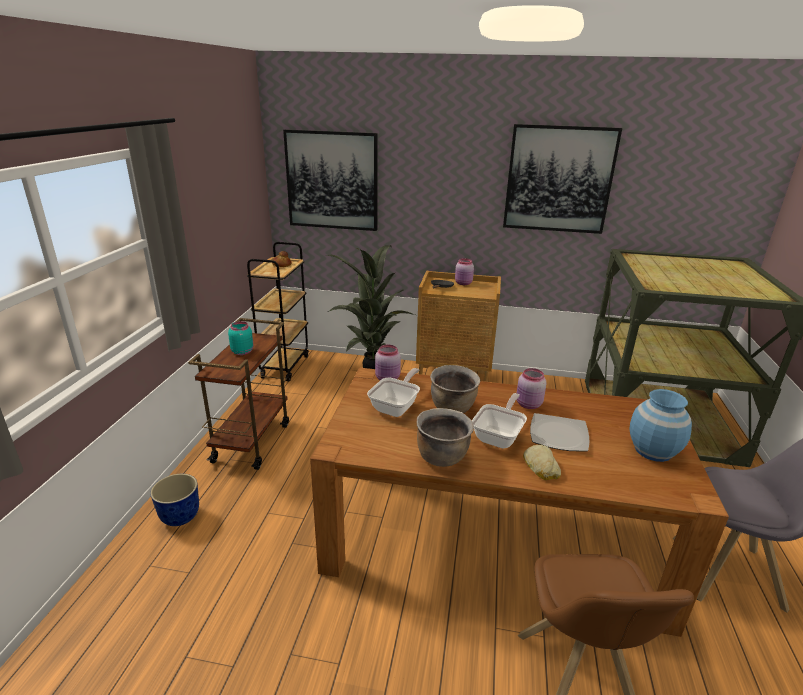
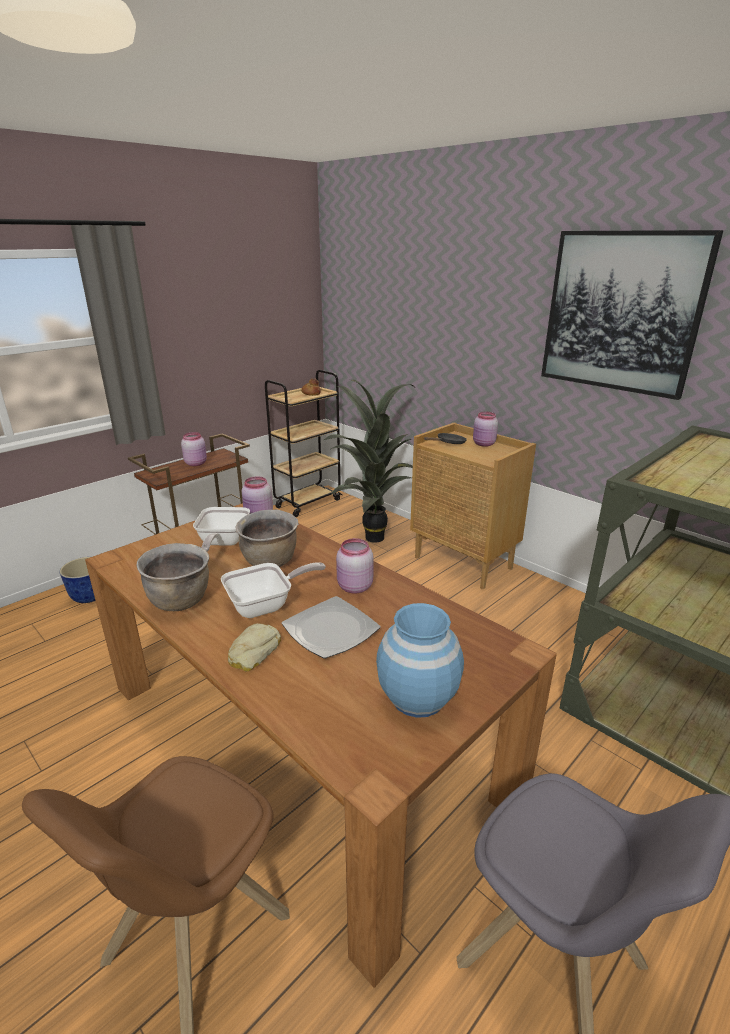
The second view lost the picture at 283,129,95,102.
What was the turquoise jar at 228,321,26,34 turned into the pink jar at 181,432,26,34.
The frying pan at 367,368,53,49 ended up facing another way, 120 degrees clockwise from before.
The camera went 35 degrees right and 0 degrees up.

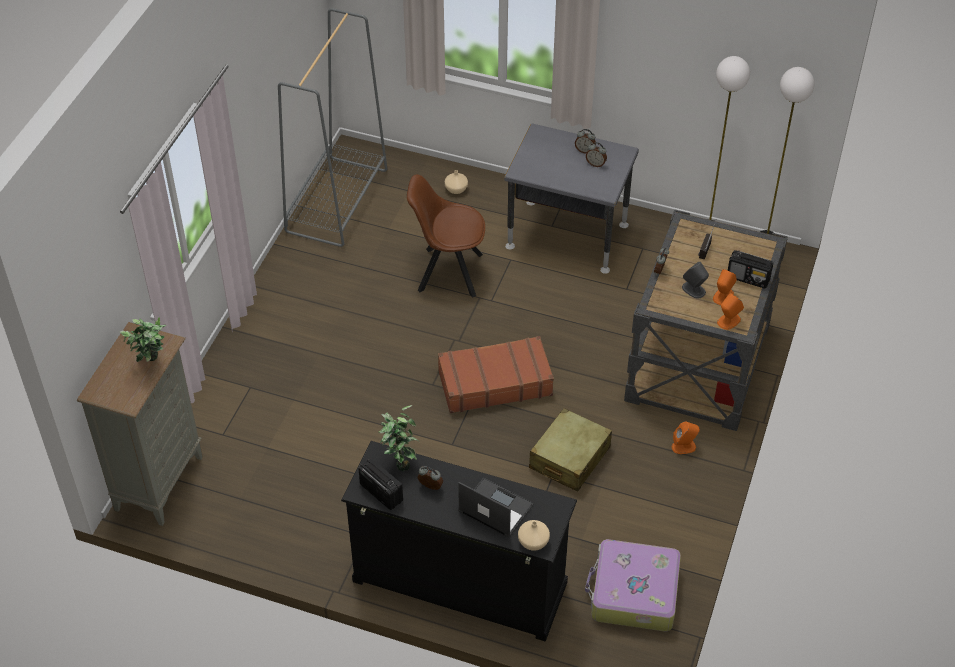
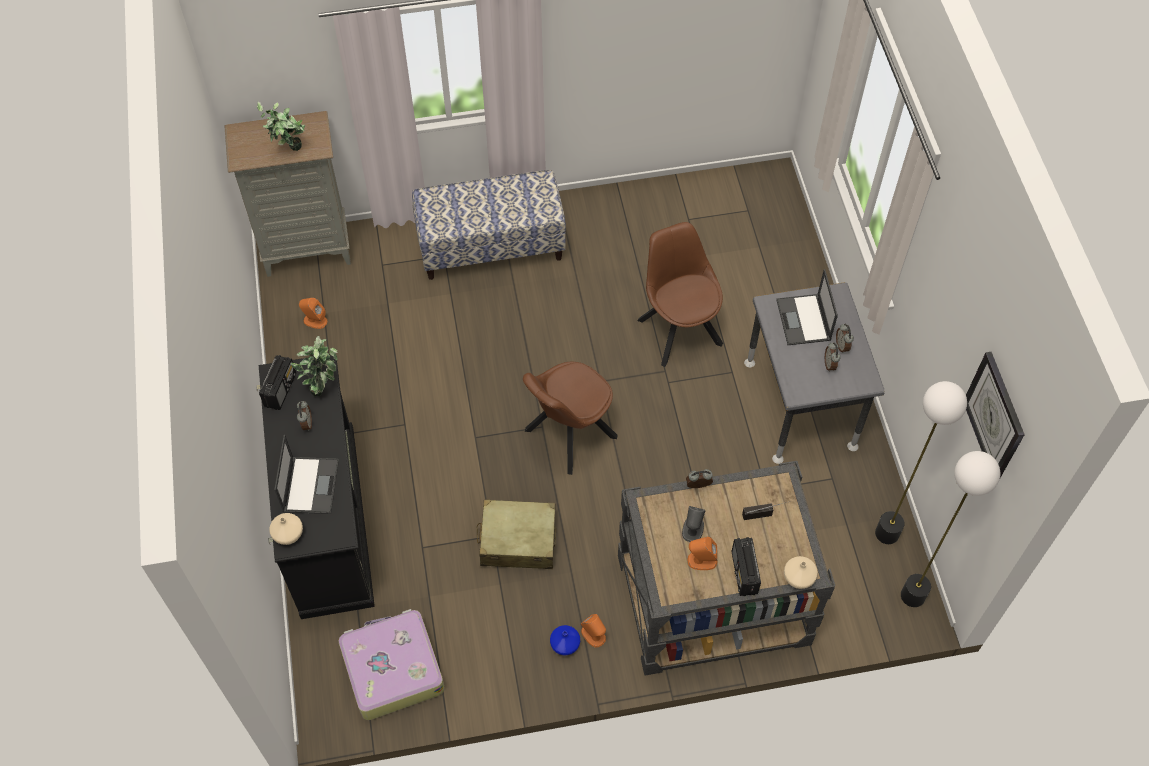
The second view lost the grey clothes rack at 278,8,109,239.
The second view gained the bench at 412,170,154,110.
The second view gained the blue vase at 550,625,30,30.
The second view gained the laptop at 776,269,62,76.
The second view gained the wall clock at 966,352,59,126.
The beige vase ended up elsewhere, having gone from 445,170,23,24 to 784,556,34,33.
The orange speaker ended up elsewhere, having gone from 717,293,27,37 to 299,298,28,31.
Where the brown suitcase stood at 438,336,116,77, the brown chair came to stand at 523,362,95,113.
The camera went 60 degrees right and 10 degrees up.

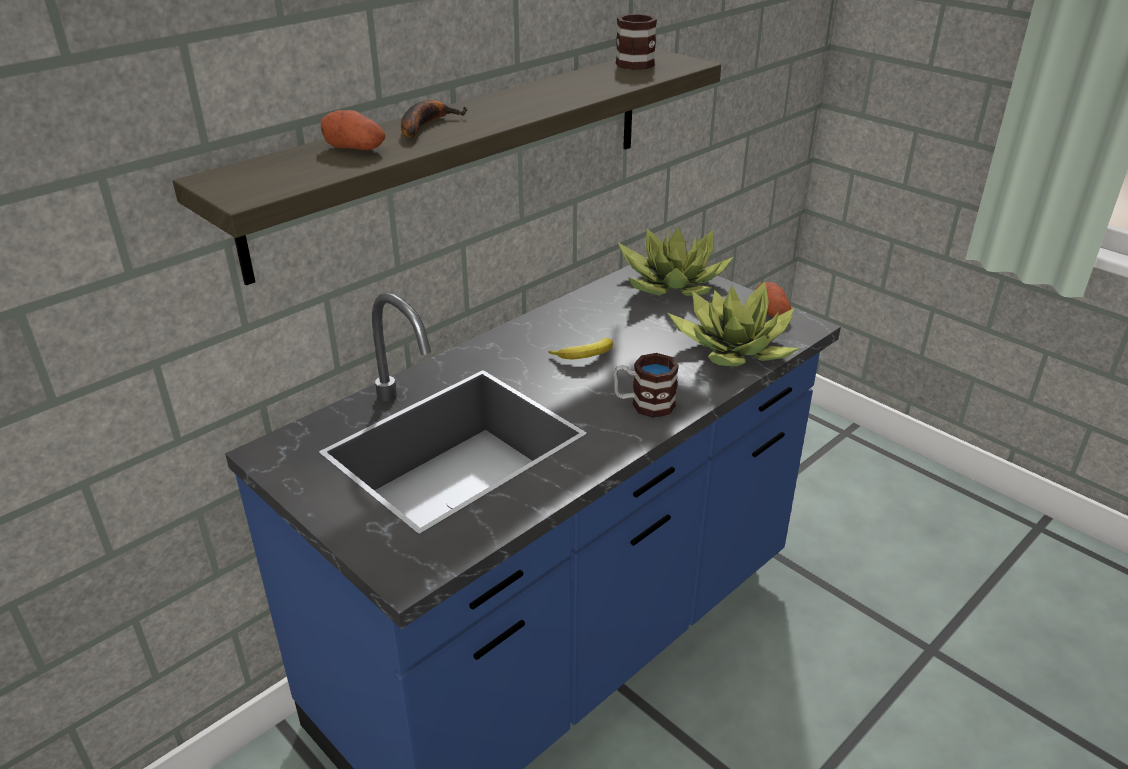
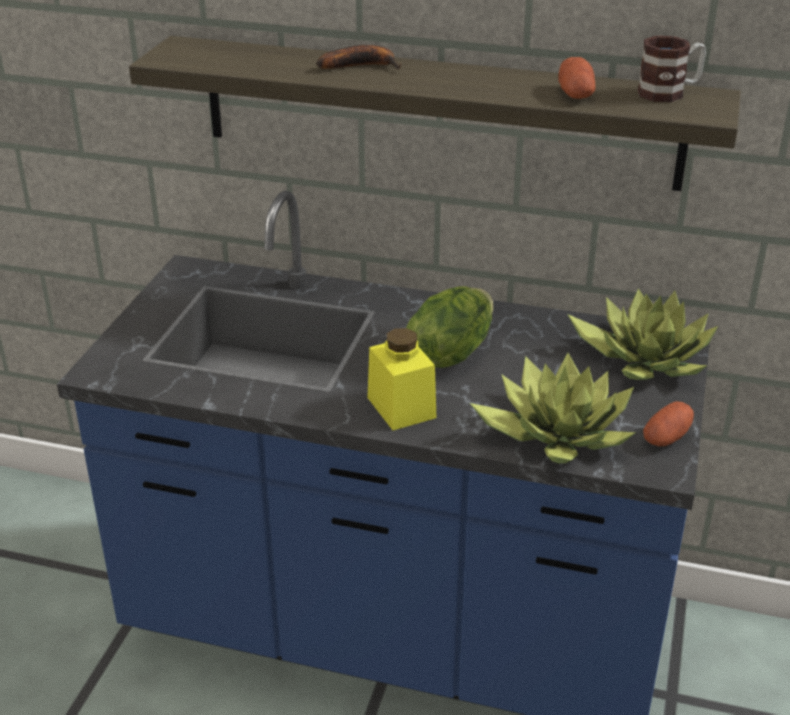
The potato ended up elsewhere, having gone from 321,110,64,40 to 559,57,36,42.
Where the banana stood at 548,338,65,21, the lettuce came to stand at 406,286,87,82.
Where the mug stood at 614,353,65,65, the yellow jar came to stand at 367,328,69,102.
The camera went 60 degrees right and 0 degrees up.

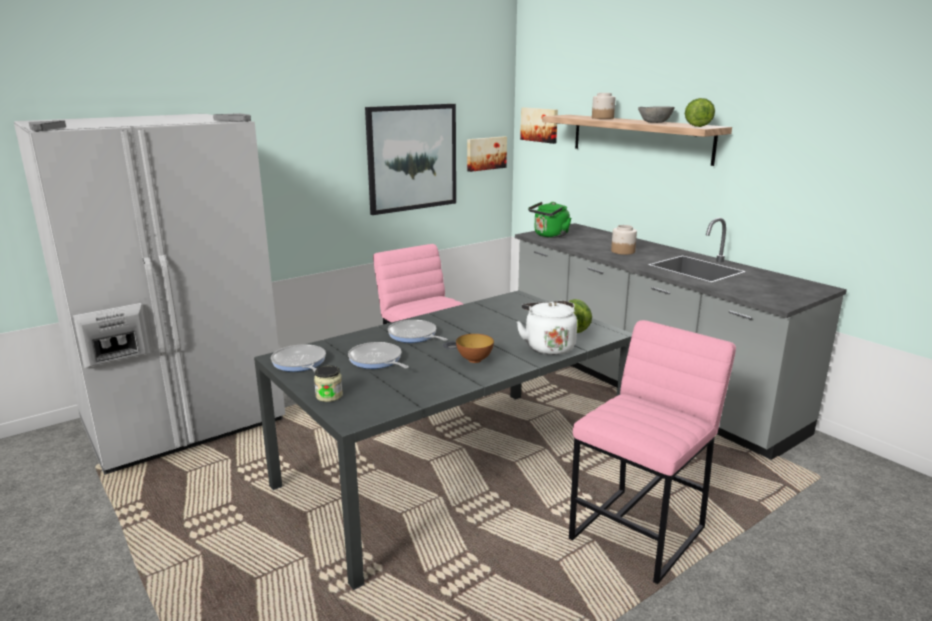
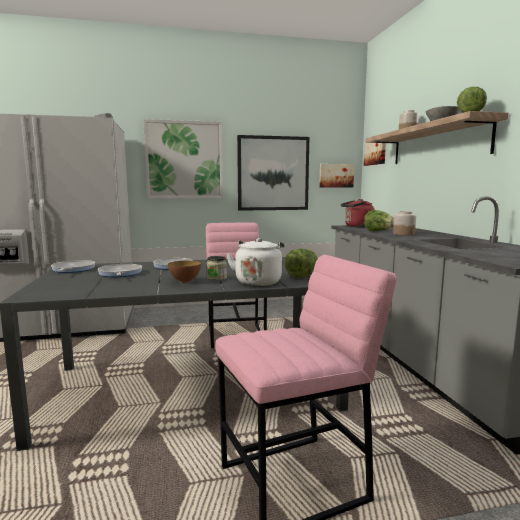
The second view gained the picture at 143,119,80,80.
The second view gained the lettuce at 364,210,30,21.
The jar ended up elsewhere, having gone from 314,365,29,37 to 207,256,20,24.
What was the green kettle at 528,202,43,36 turned into the red kettle at 341,199,33,28.
The camera went 25 degrees right and 10 degrees down.

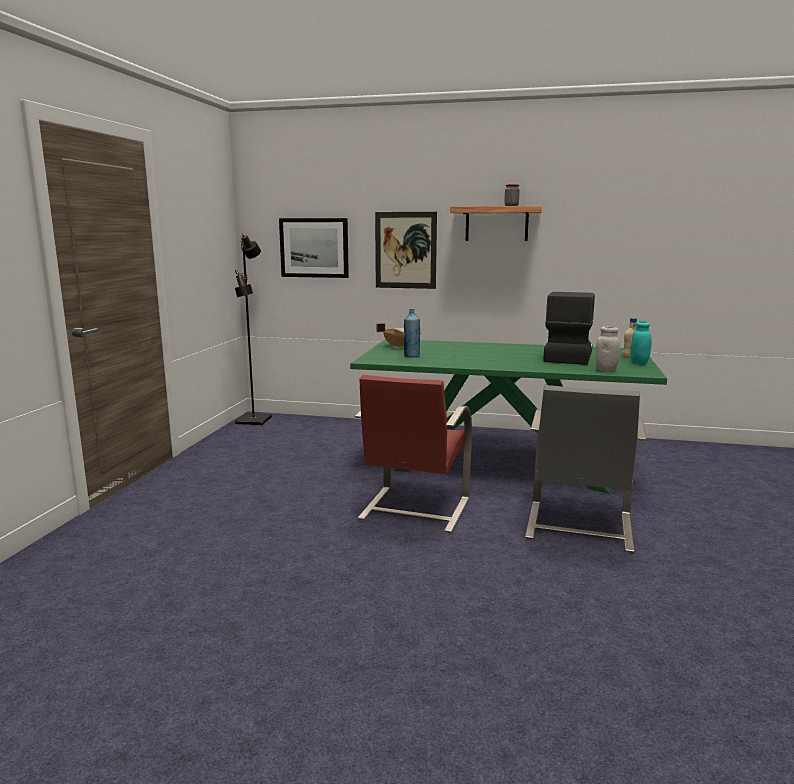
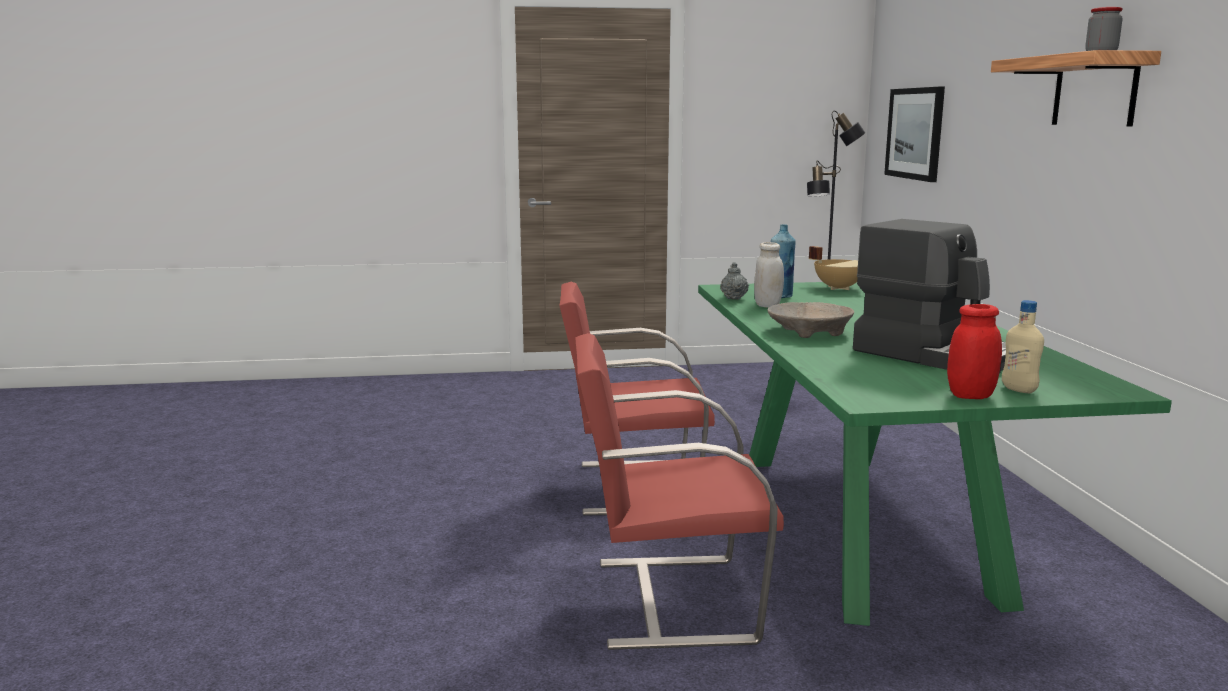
The second view lost the picture at 375,212,62,77.
The second view gained the grey teapot at 720,262,29,38.
The second view gained the beige bowl at 768,302,86,36.
The white jar ended up elsewhere, having gone from 595,326,25,46 to 754,242,30,66.
What was the grey chair at 525,385,121,168 turned into the red chair at 575,333,209,317.
What was the turquoise jar at 630,321,22,43 turned into the red jar at 947,304,55,95.
The coffee machine at 543,292,52,73 ended up facing another way, 45 degrees clockwise from before.
The camera went 70 degrees right and 0 degrees up.

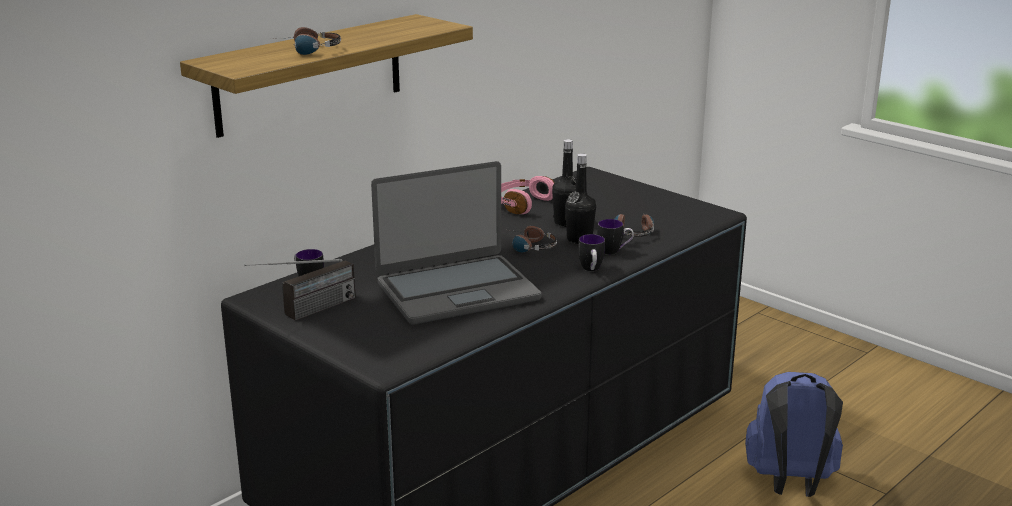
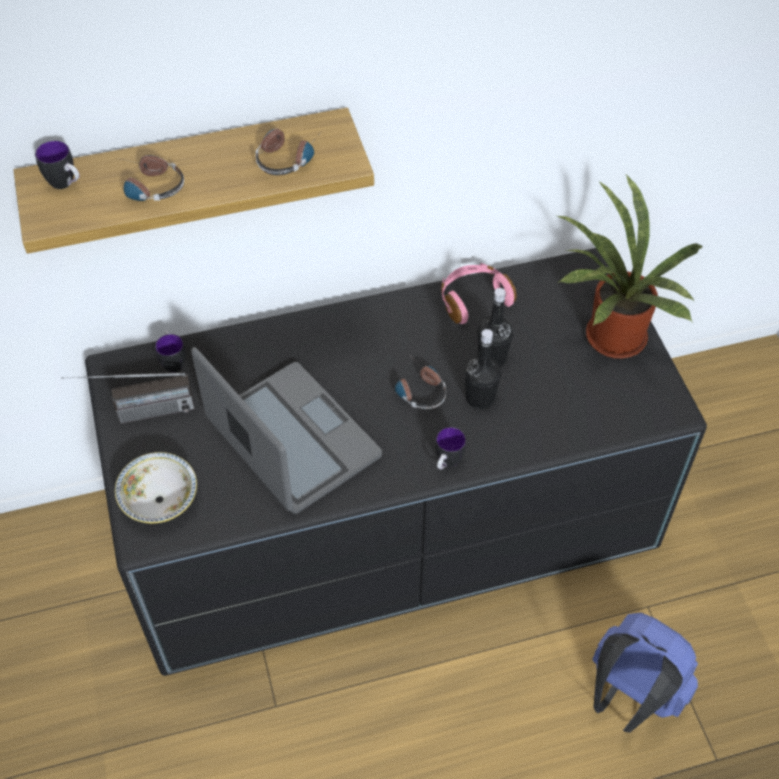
The second view gained the bowl at 115,452,82,71.
The second view gained the potted plant at 557,174,146,185.
The mug ended up elsewhere, having gone from 597,219,37,36 to 35,141,44,48.
The headphones ended up elsewhere, having gone from 615,213,39,24 to 256,129,62,46.
The laptop at 371,161,170,164 ended up facing another way, 135 degrees counterclockwise from before.
The camera went 30 degrees right and 30 degrees up.

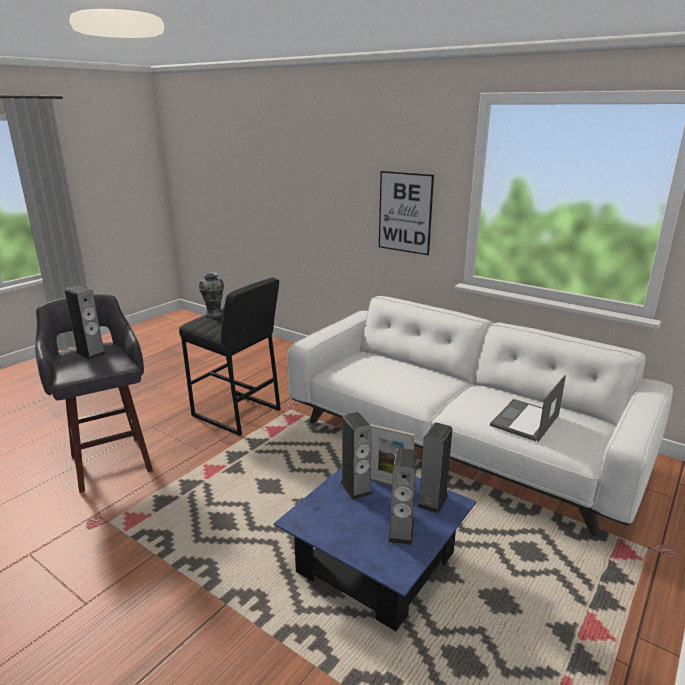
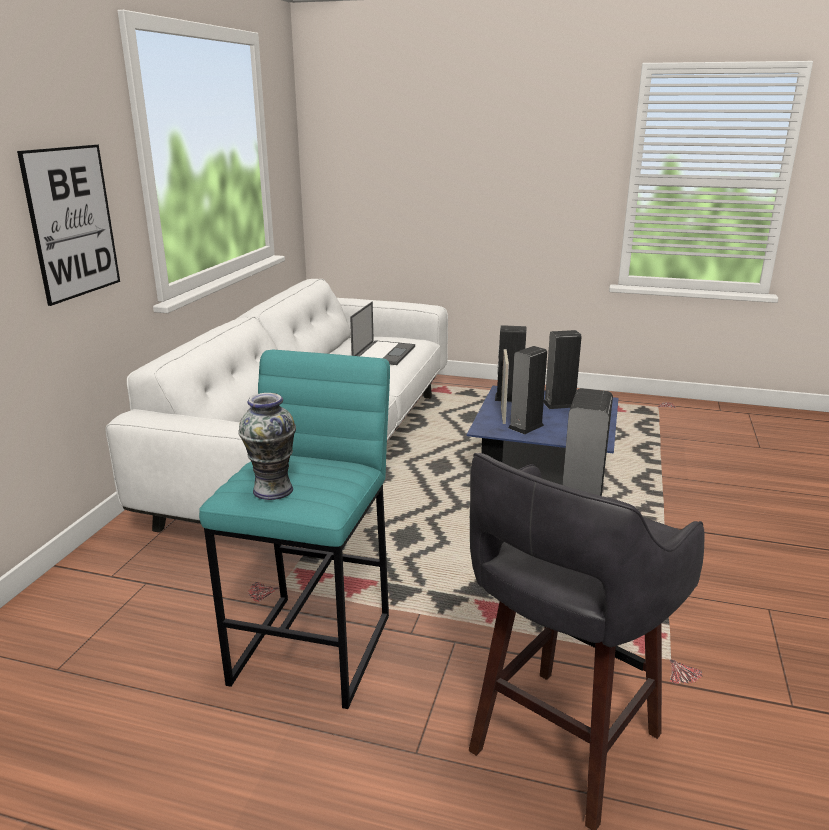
What was the black stool at 179,278,101,158 turned into the turquoise stool at 199,350,191,359.
The laptop at 490,375,76,67 ended up facing another way, 90 degrees counterclockwise from before.
The camera went 110 degrees left and 0 degrees up.

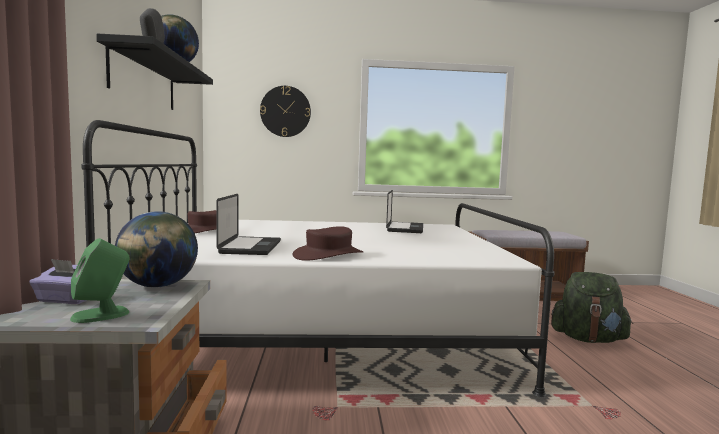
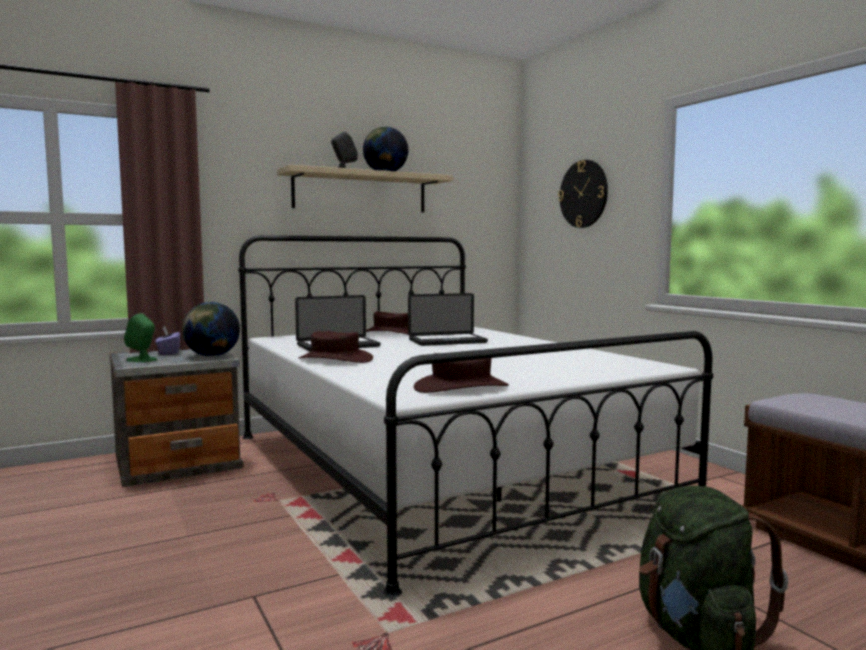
The second view gained the brown hat at 414,353,95,40.
The laptop ended up elsewhere, having gone from 386,190,37,43 to 408,293,80,53.
What was the black shelf at 96,33,117,77 turned into the beige shelf at 277,165,176,47.
The camera went 65 degrees right and 0 degrees up.

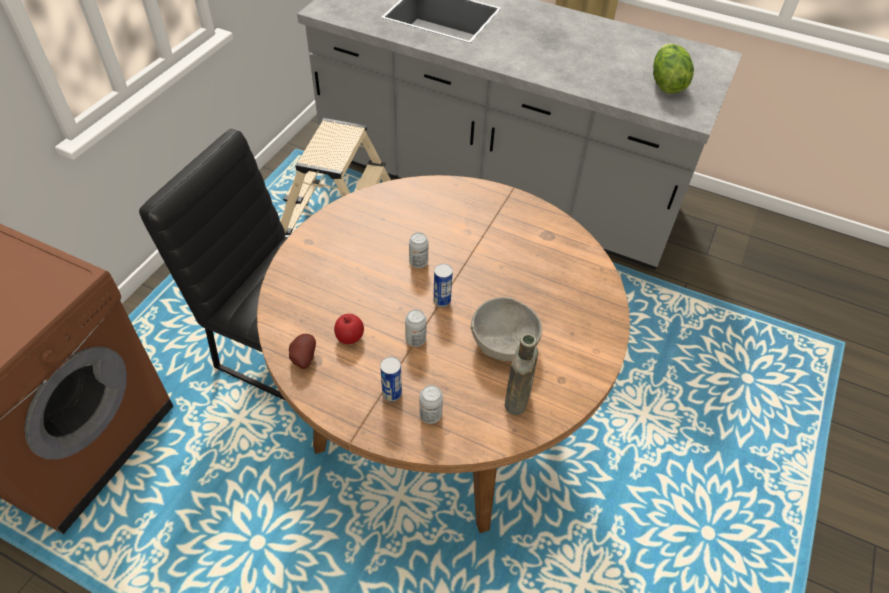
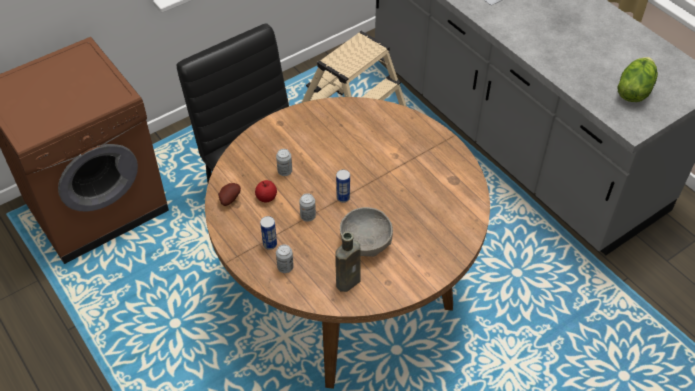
The can ended up elsewhere, having gone from 409,232,19,36 to 276,149,16,27.
The camera went 30 degrees right and 0 degrees up.

